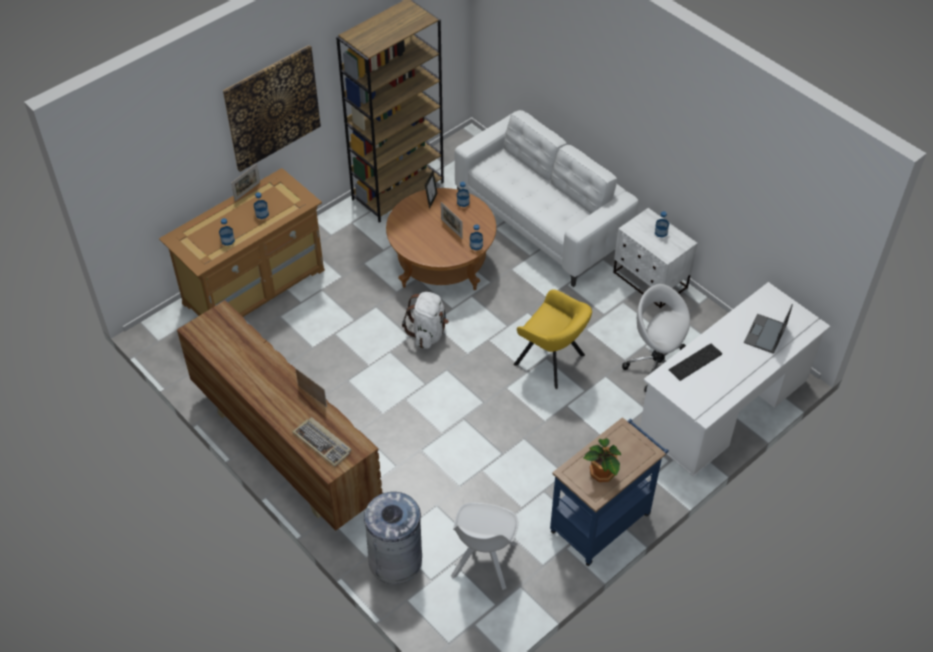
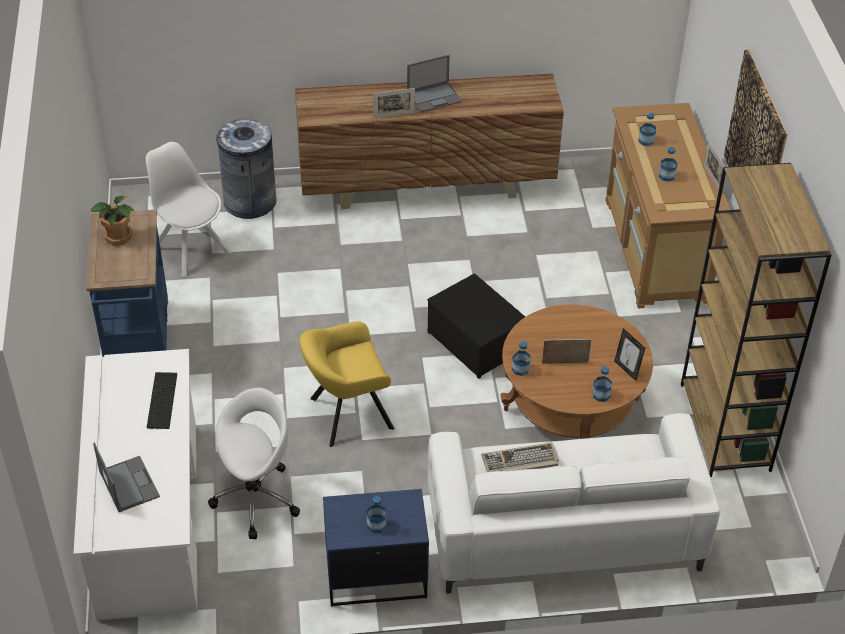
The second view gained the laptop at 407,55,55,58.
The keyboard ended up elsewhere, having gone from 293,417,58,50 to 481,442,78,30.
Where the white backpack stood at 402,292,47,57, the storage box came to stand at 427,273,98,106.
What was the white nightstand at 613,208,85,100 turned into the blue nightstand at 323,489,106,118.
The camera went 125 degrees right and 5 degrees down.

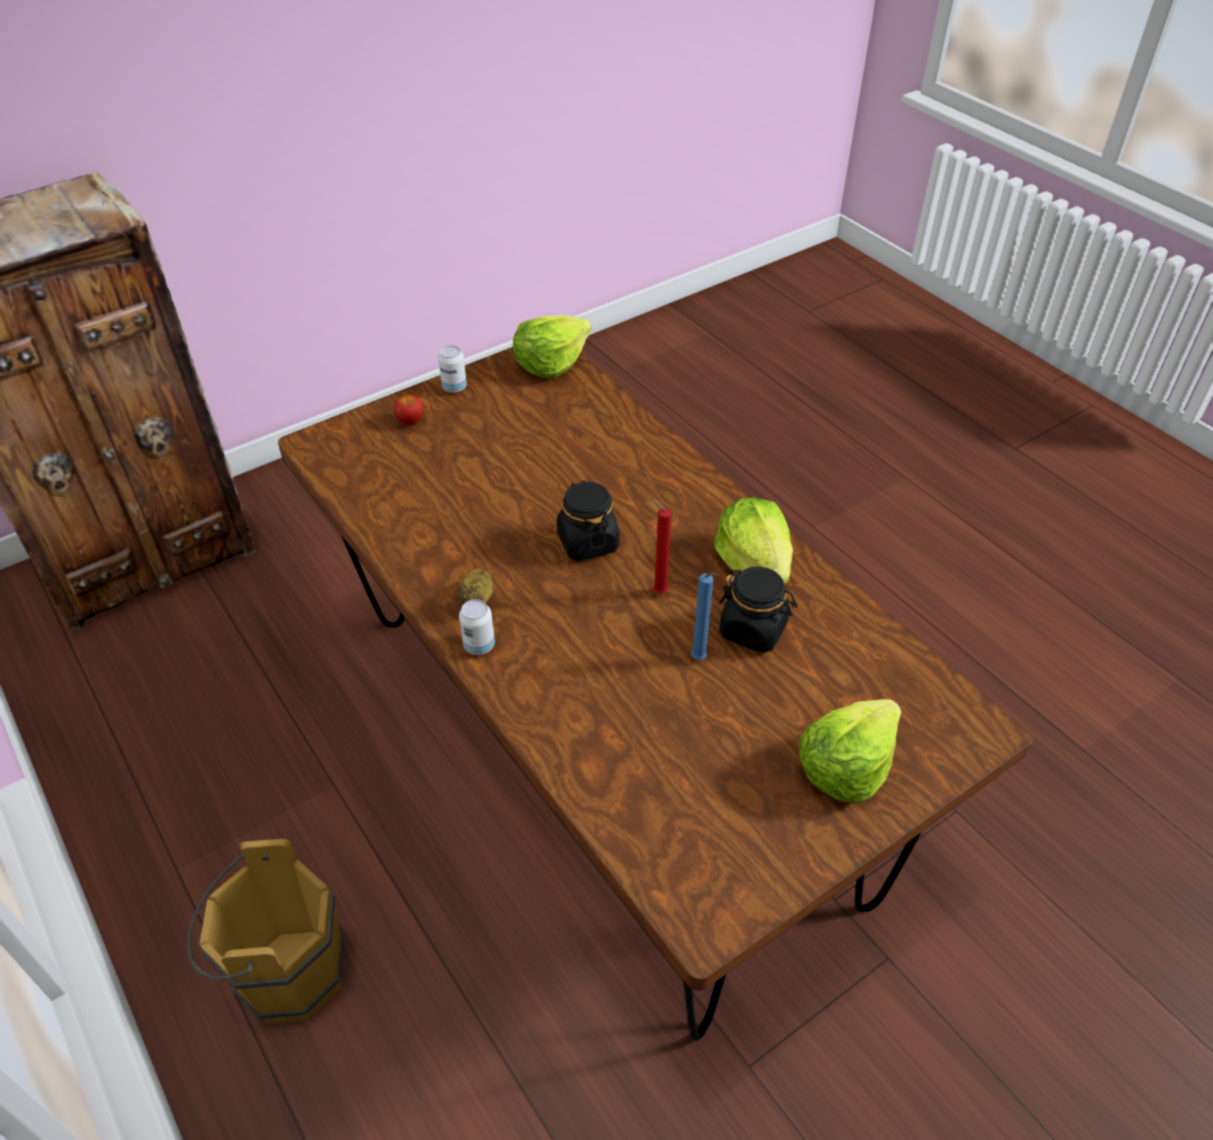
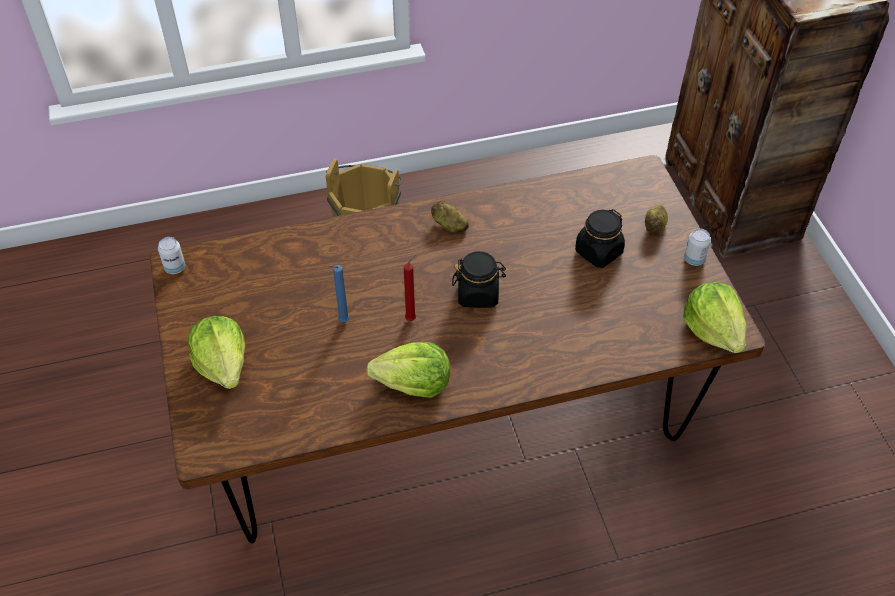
The can ended up elsewhere, having gone from 459,599,36,56 to 158,237,27,37.
The black jar ended up elsewhere, having gone from 719,567,78,86 to 575,209,50,59.
Where the apple stood at 393,395,31,30, the potato came to stand at 645,205,23,28.
The camera went 110 degrees right and 5 degrees up.

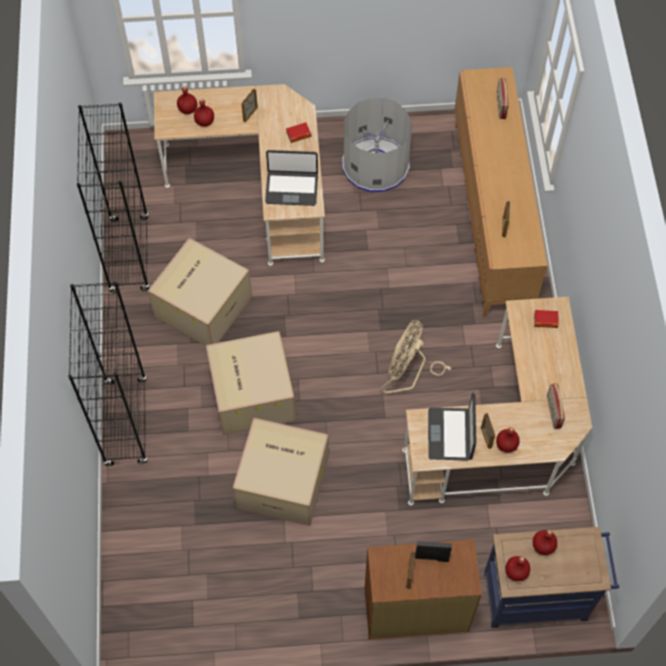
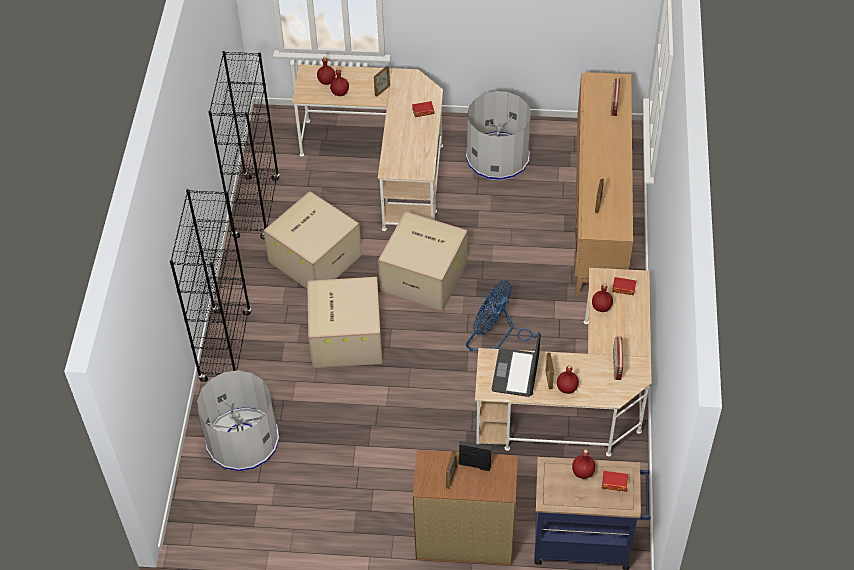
The second view lost the laptop at 265,150,53,56.
The second view gained the grey trash can at 197,370,82,101.
The second view gained the book at 602,471,26,21.
The cardboard box ended up elsewhere, having gone from 233,418,96,108 to 378,211,90,101.
The red bottle ended up elsewhere, having gone from 505,556,25,25 to 592,284,21,28.
What was the beige fan at 380,320,72,74 turned into the blue fan at 466,281,71,70.
The camera went 10 degrees right and 10 degrees down.

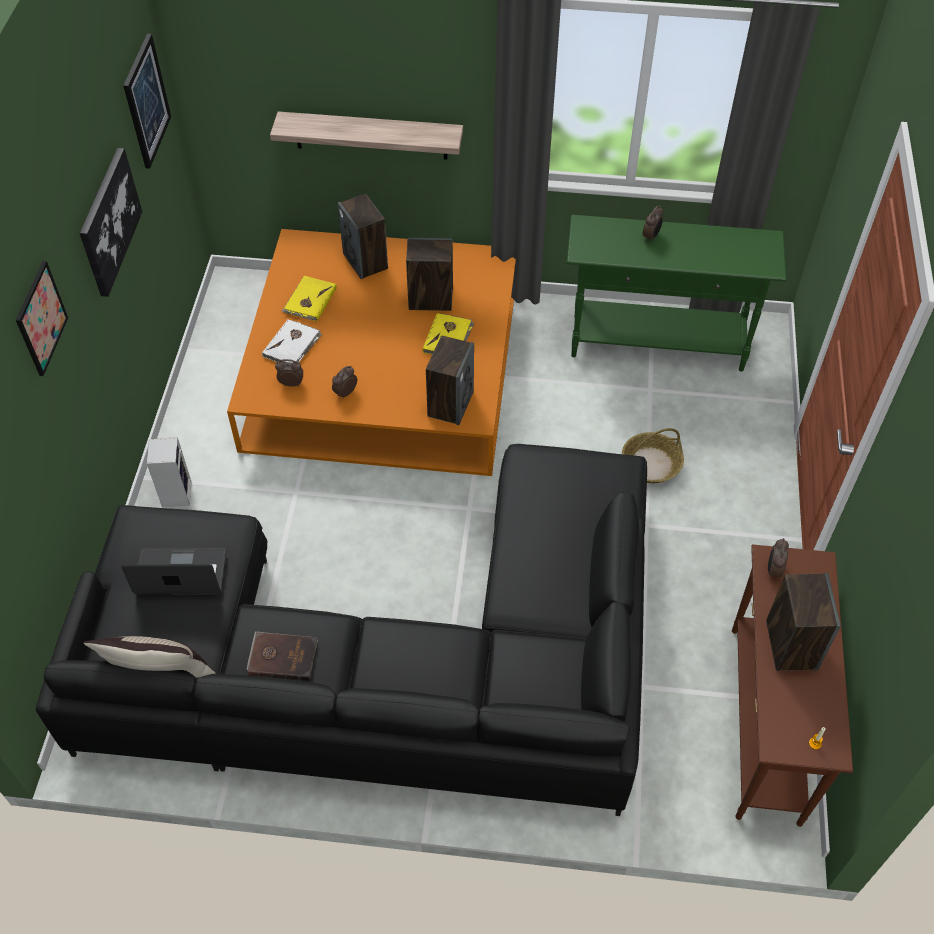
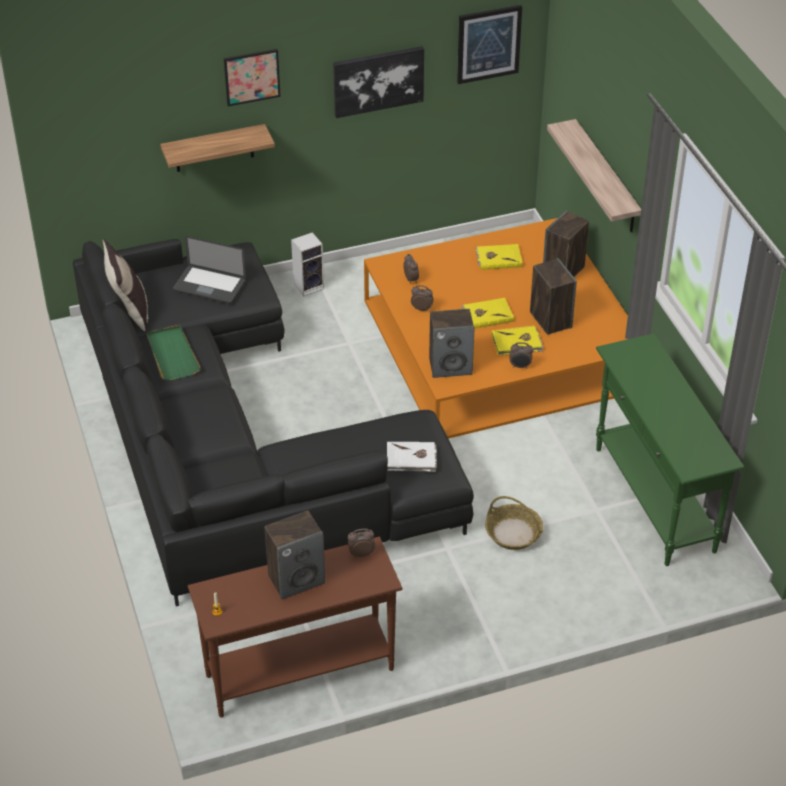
The second view gained the shelf at 160,124,115,48.
The second view gained the yellow book at 462,298,52,31.
The white book ended up elsewhere, having gone from 262,319,60,44 to 387,442,50,30.
The alarm clock ended up elsewhere, having gone from 643,206,20,37 to 509,342,24,27.
Where the brown book stood at 247,631,71,50, the green tray came to stand at 147,325,54,55.
The laptop at 121,548,106,46 ended up facing another way, 135 degrees clockwise from before.
The camera went 65 degrees right and 10 degrees down.

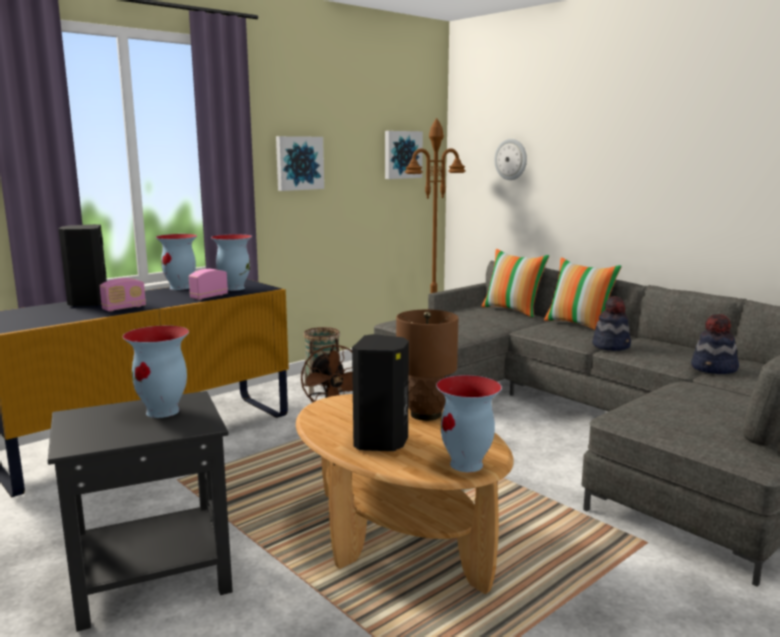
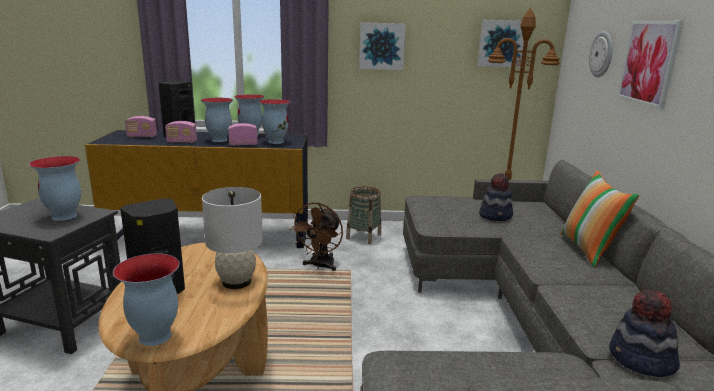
The second view lost the pillow at 481,249,68,68.
The second view gained the radio at 125,116,32,21.
The second view gained the vase at 201,98,32,44.
The second view gained the picture at 617,21,67,88.
The hat ended up elsewhere, having gone from 592,296,39,55 to 479,173,34,48.
What was the brown table lamp at 396,310,62,111 turned into the white table lamp at 202,187,61,102.
The camera went 40 degrees right and 5 degrees up.

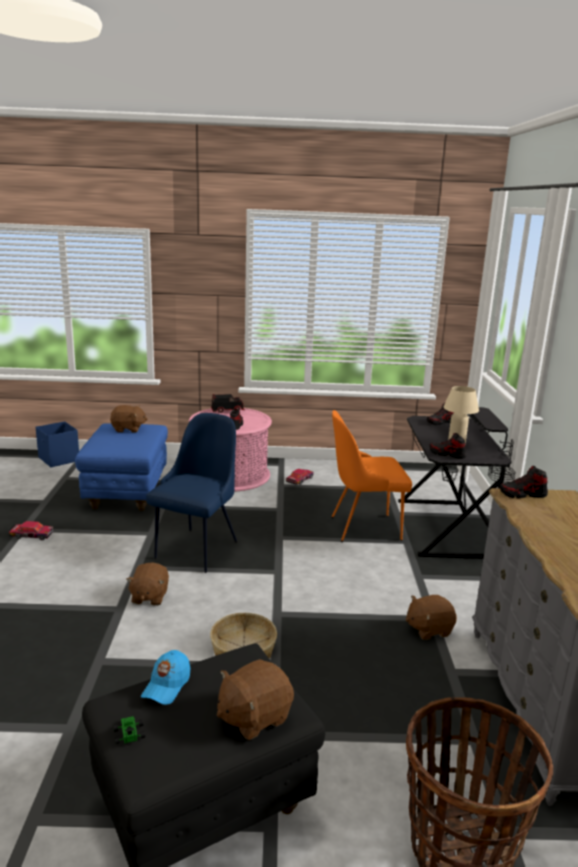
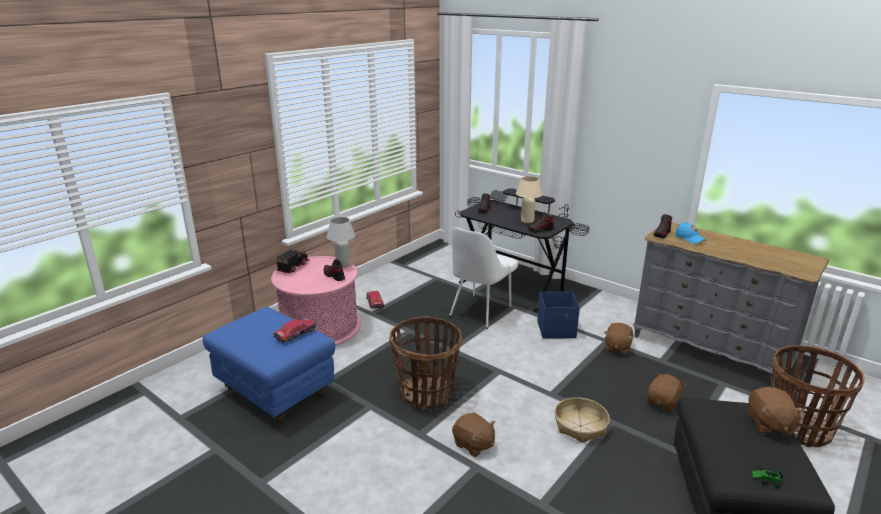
The second view gained the white table lamp at 327,217,28,50.
The toy car ended up elsewhere, having gone from 8,521,46,19 to 273,318,43,25.
The blue storage box ended up elsewhere, having gone from 36,421,43,46 to 537,292,43,47.
The brown plush toy ended up elsewhere, having gone from 110,405,38,27 to 647,373,39,39.
The blue cap ended up elsewhere, having gone from 140,650,50,55 to 676,222,30,22.
Where the blue chair stood at 146,413,91,160, the basket came to stand at 389,316,73,94.
What was the orange chair at 331,410,81,132 turned into the white chair at 449,227,69,102.
The camera went 50 degrees left and 5 degrees up.

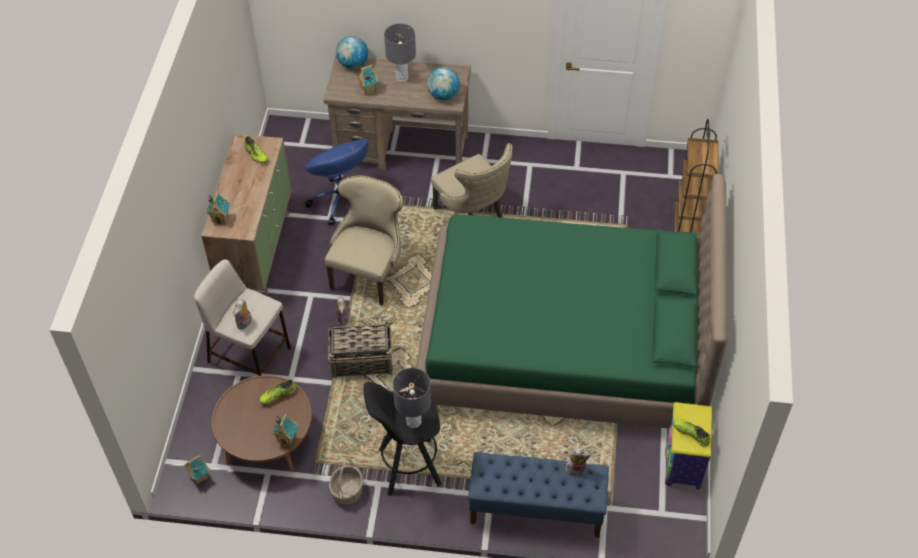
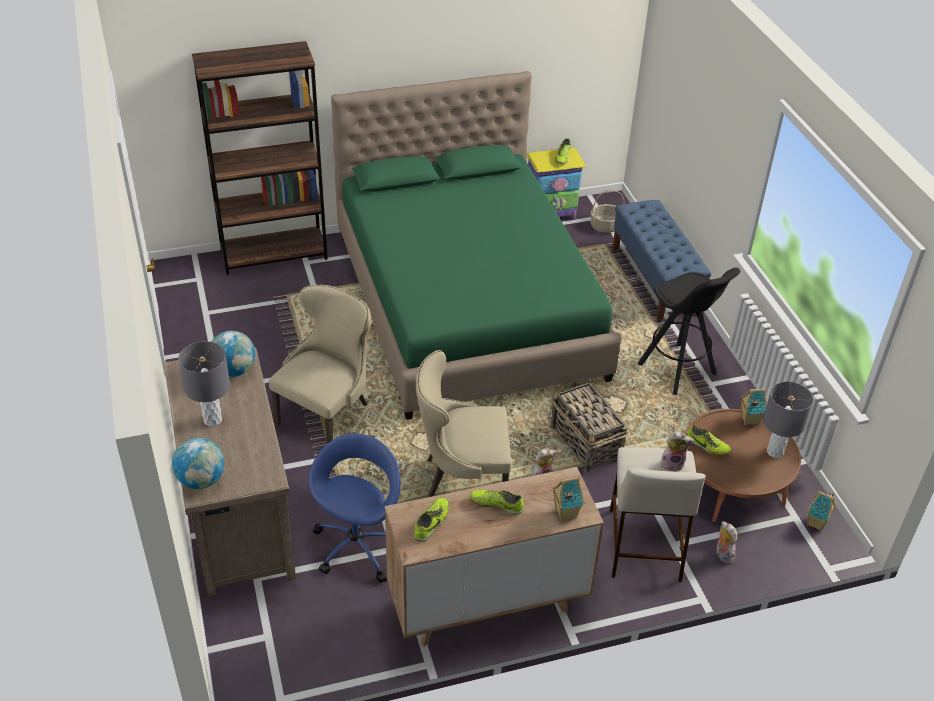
The second view lost the toy house at 356,65,23,31.
The second view gained the shoe at 470,490,54,25.
The basket ended up elsewhere, having gone from 329,459,34,46 to 591,189,34,44.
The grey table lamp ended up elsewhere, having gone from 393,368,38,60 to 763,382,51,76.
The plush toy ended up elsewhere, having gone from 565,449,26,28 to 716,521,21,42.
Where the brown cart stood at 674,119,45,120, the brown bookcase came to stand at 192,41,136,234.
The camera went 115 degrees left and 10 degrees down.

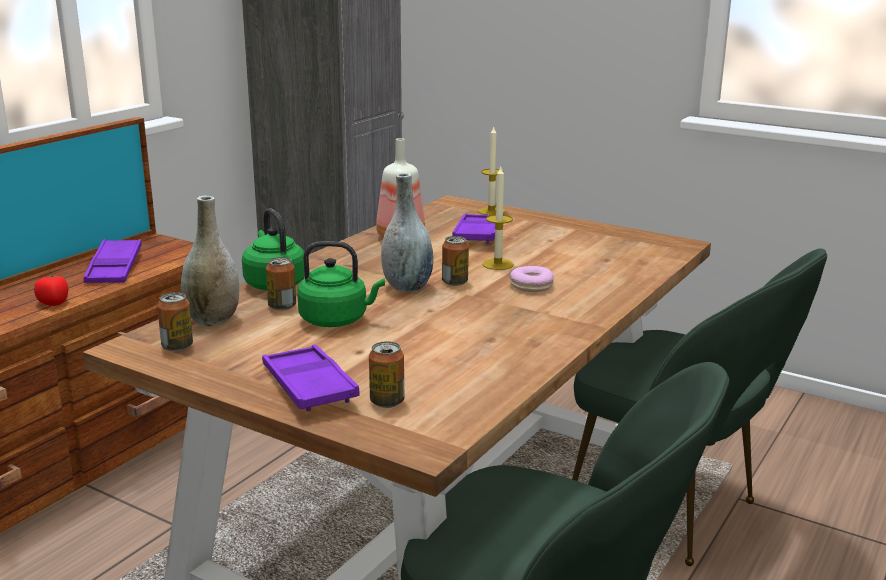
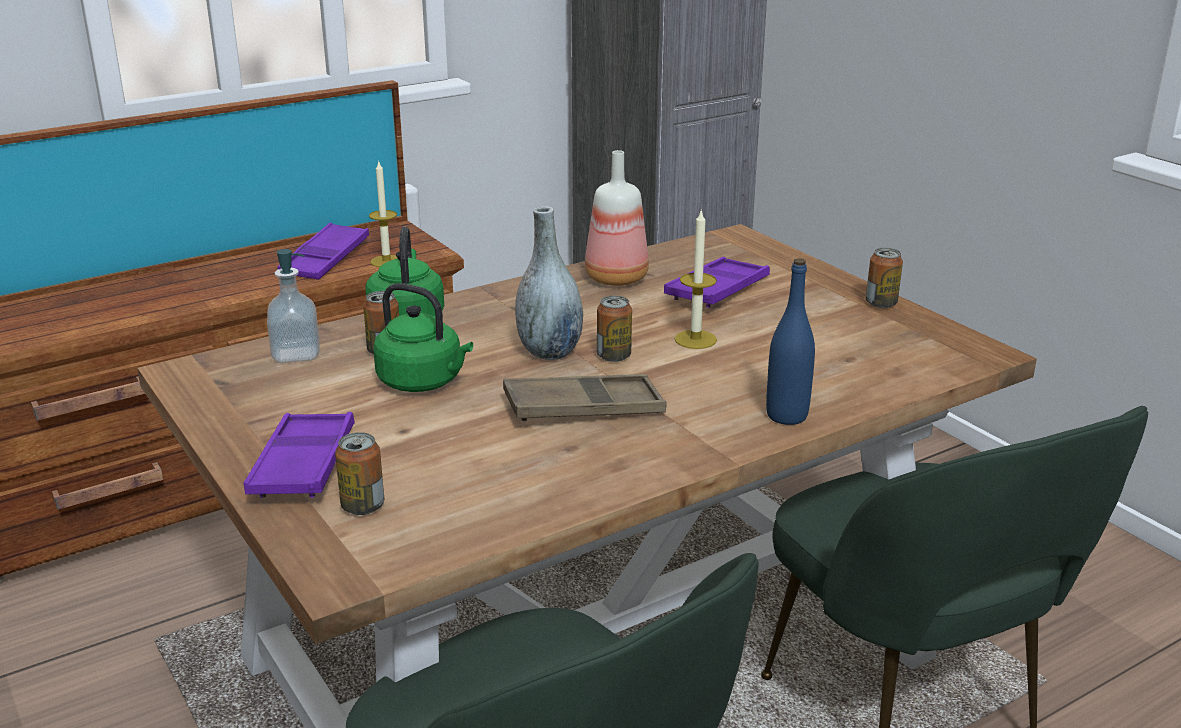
The second view lost the tomato at 34,274,34,32.
The second view lost the donut at 510,266,44,26.
The second view gained the brown tray at 503,374,164,48.
The second view gained the blue bottle at 766,258,49,167.
The can ended up elsewhere, having gone from 157,292,36,59 to 866,248,37,60.
The candle ended up elsewhere, having gone from 478,127,27,88 to 369,162,28,105.
Where the grey vase stood at 181,196,58,130, the soap dispenser came to stand at 267,249,53,114.
The camera went 25 degrees right and 5 degrees up.

